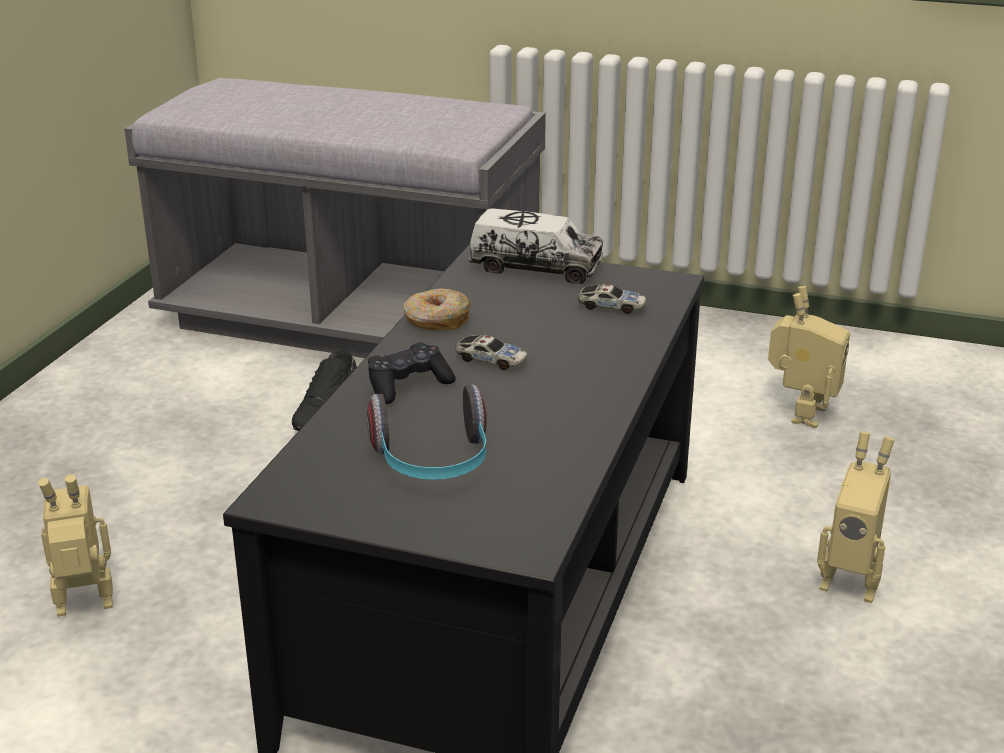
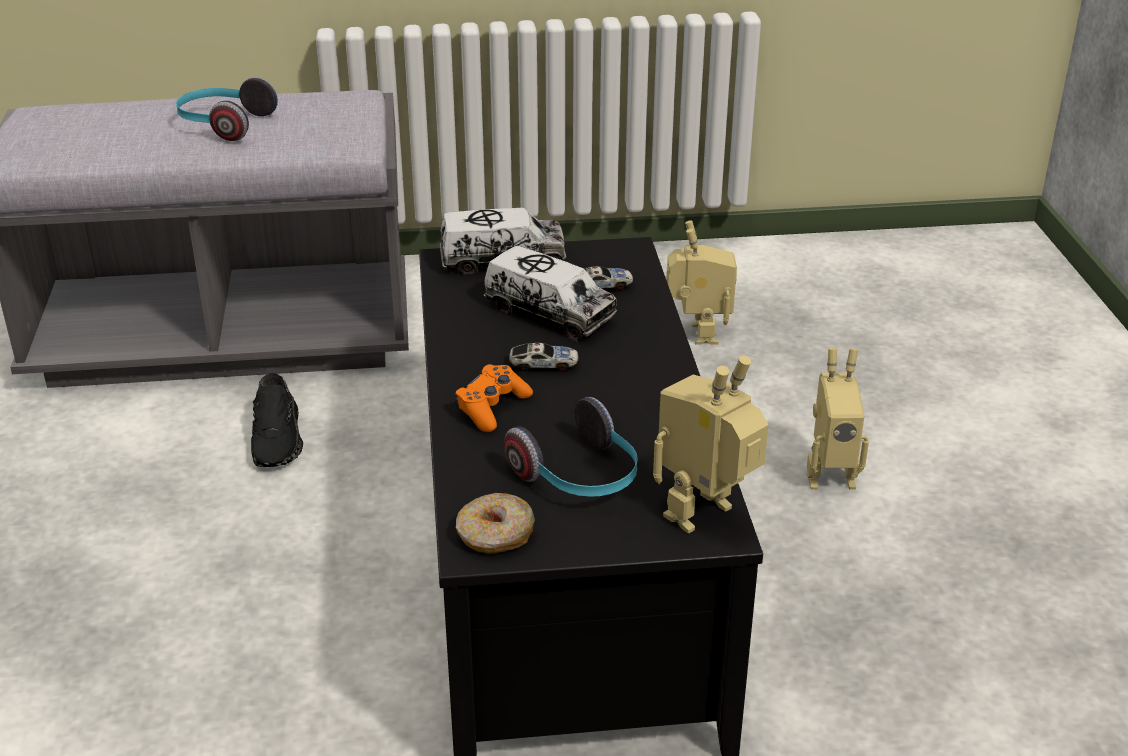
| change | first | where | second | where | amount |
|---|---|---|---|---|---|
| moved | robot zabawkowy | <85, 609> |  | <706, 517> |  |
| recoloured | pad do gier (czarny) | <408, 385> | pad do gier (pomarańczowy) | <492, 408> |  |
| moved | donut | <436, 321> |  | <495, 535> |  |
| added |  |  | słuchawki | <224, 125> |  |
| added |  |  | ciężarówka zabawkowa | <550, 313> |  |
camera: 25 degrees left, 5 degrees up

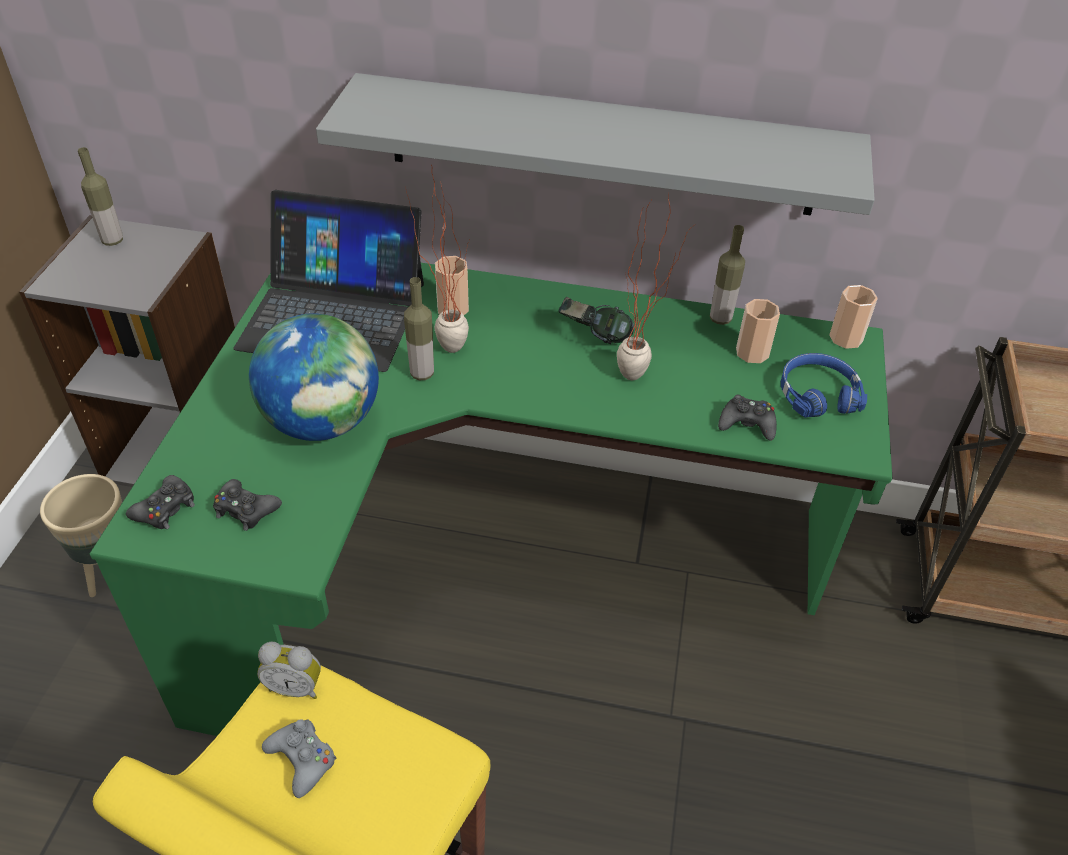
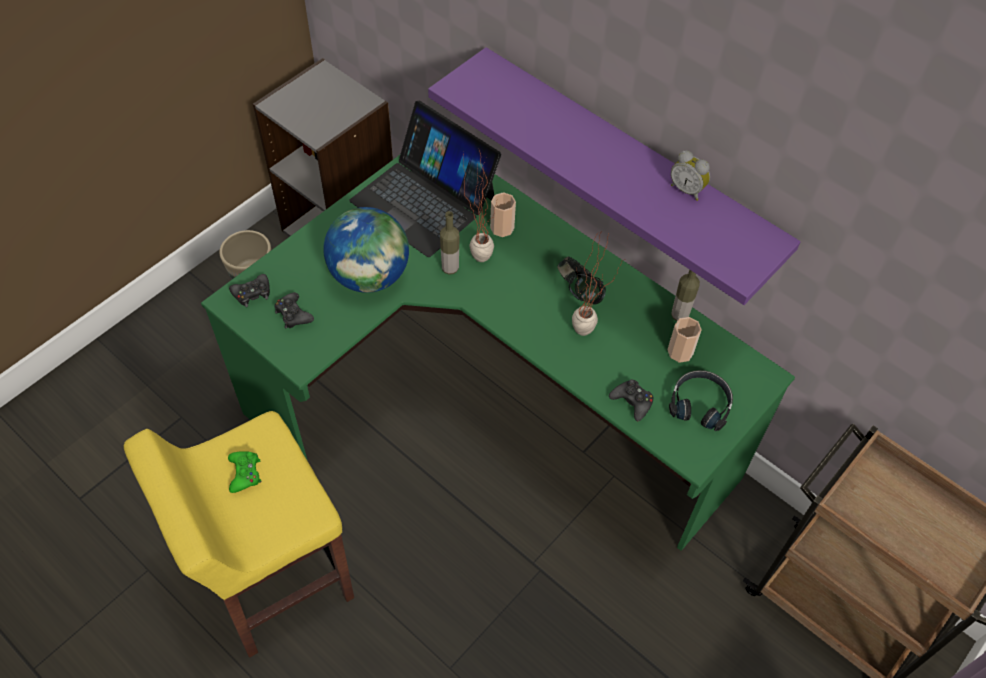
| change | first | where | second | where | amount |
|---|---|---|---|---|---|
| removed | butelka | <112, 241> |  |  |  |
| moved | budzik | <296, 686> |  | <687, 189> |  |
| recoloured | pad do gier (szary) | <302, 759> | pad do gier (zielony) | <245, 473> |  |
| recoloured | półka (szary) | <601, 145> | półka (fioletowy) | <627, 162> |  |
| recoloured | słuchawki (niebieski) | <817, 393> | słuchawki (czarny) | <700, 403> |  |
| removed | filiżanka | <846, 338> |  |  |  |
camera: 30 degrees right, 10 degrees up

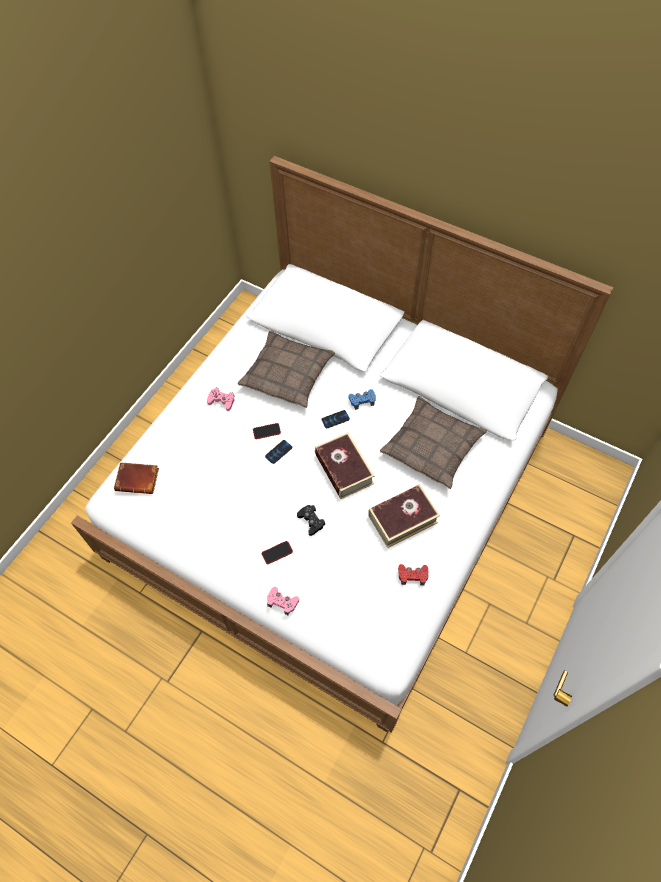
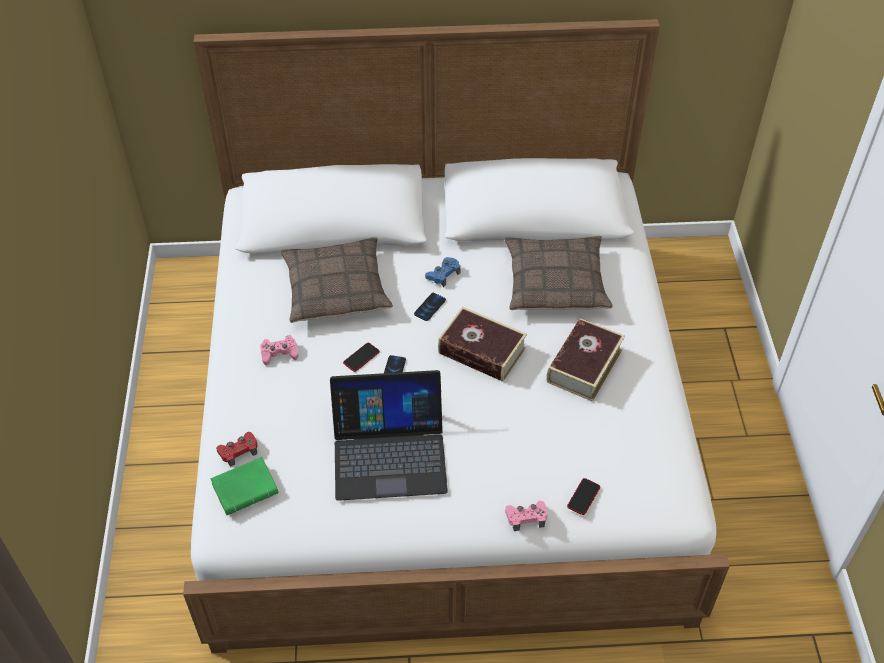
| change | first | where | second | where | amount |
|---|---|---|---|---|---|
| recoloured | książka (brązowy) | <139, 479> | książka (zielony) | <246, 487> |  |
| moved | telefon | <277, 552> |  | <583, 497> |  |
| removed | pad do gier (czarny) | <311, 521> |  |  |  |
| moved | pad do gier (czerwony) | <412, 575> |  | <238, 451> |  |
| added |  |  | laptop | <389, 453> |  |
camera: 35 degrees left, 10 degrees down

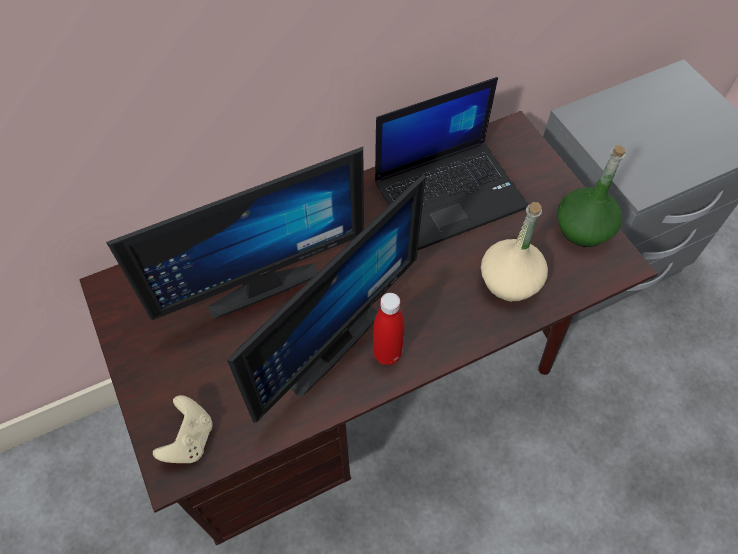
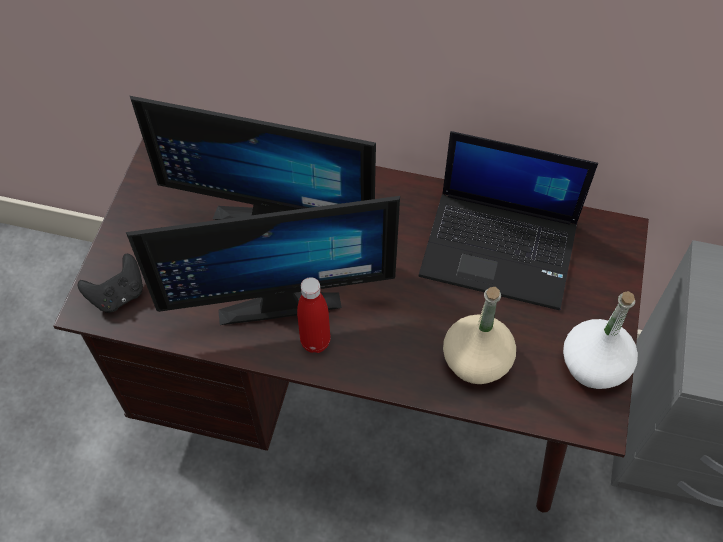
| change | first | where | second | where | amount |
|---|---|---|---|---|---|
| recoloured | pad do gier (beżowy) | <190, 439> | pad do gier (czarny) | <118, 295> |  |
| recoloured | butelka (zielony) | <583, 228> | butelka (biały) | <594, 364> |  |
camera: 40 degrees right, 0 degrees up

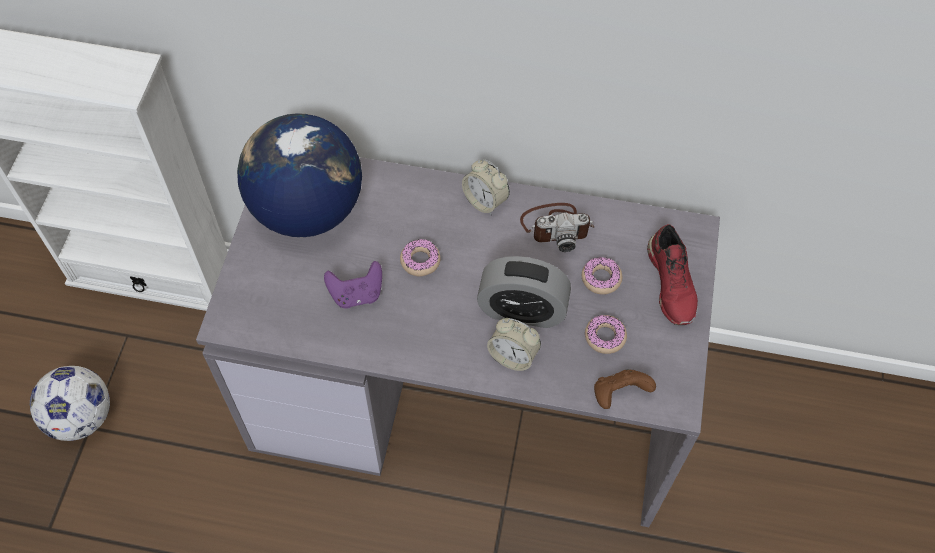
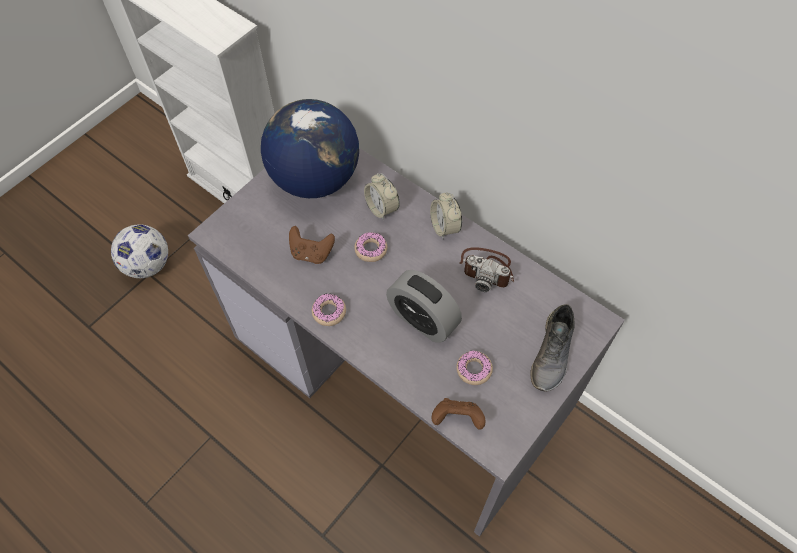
| change | first | where | second | where | amount |
|---|---|---|---|---|---|
| recoloured | pad do gier (fioletowy) | <356, 294> | pad do gier (brązowy) | <311, 253> |  |
| moved | budzik | <513, 356> |  | <382, 208> |  |
| moved | donut | <601, 278> |  | <329, 312> |  |
| recoloured | but (czerwony) | <672, 283> | but (szary) | <553, 354> |  |
camera: 30 degrees right, 0 degrees up

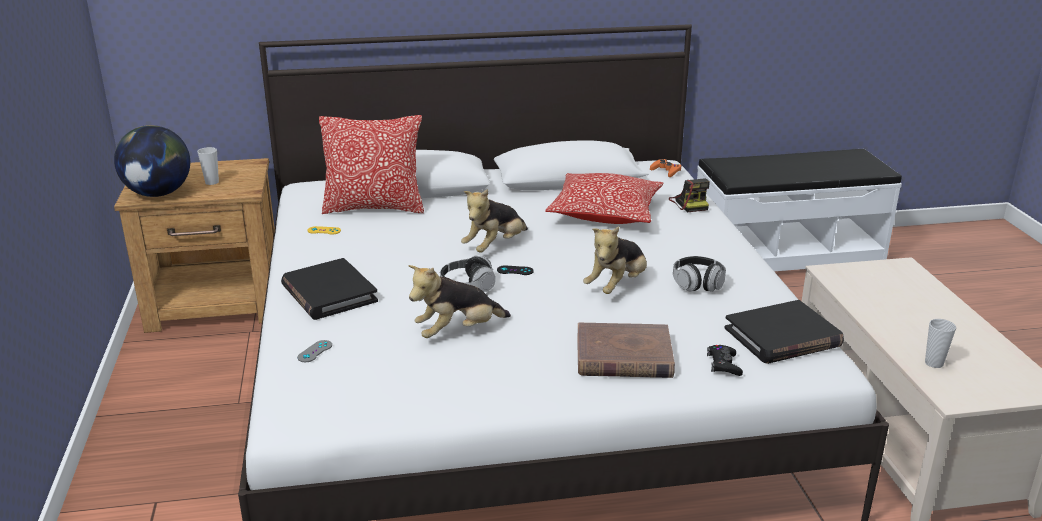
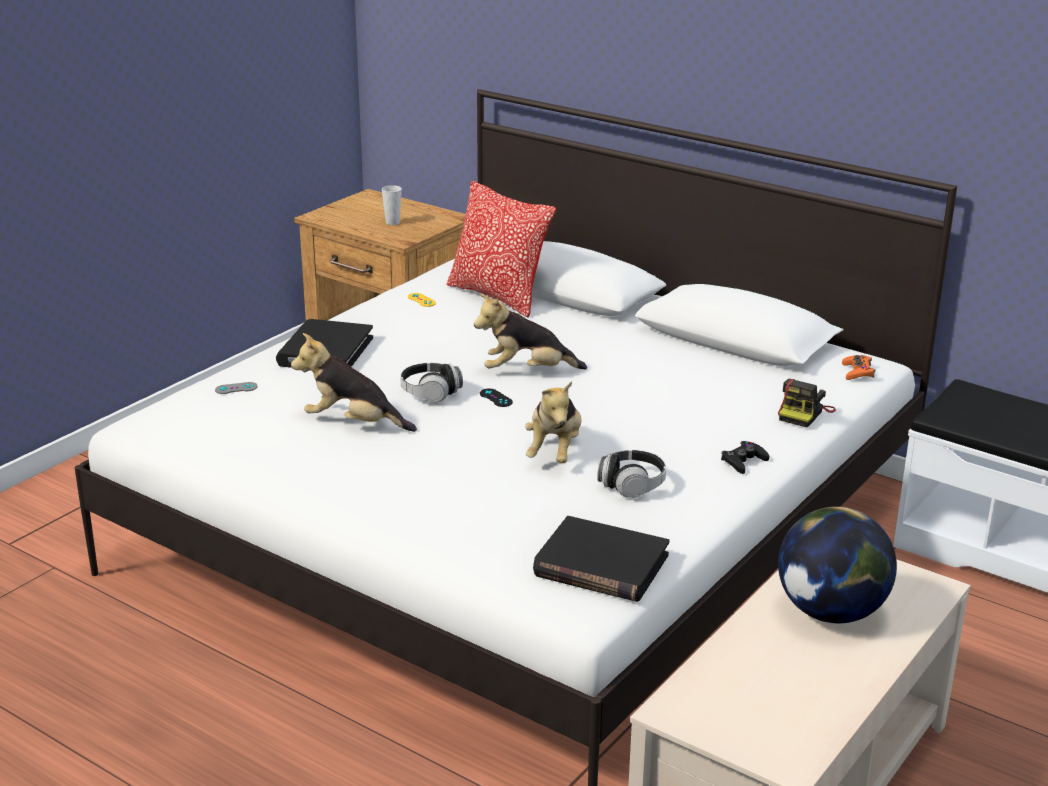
| change | first | where | second | where | amount |
|---|---|---|---|---|---|
| moved | globus | <158, 194> |  | <831, 612> |  |
| removed | poduszka | <605, 213> |  |  |  |
| removed | książka (brązowy) | <623, 356> |  |  |  |
| turned | pluszak | <617, 286> |  | <554, 451> | 75 degrees counterclockwise |
| moved | pad do gier (czarny) | <723, 365> |  | <743, 461> |  |
| removed | filiżanka | <934, 363> |  |  |  |
camera: 45 degrees right, 0 degrees up

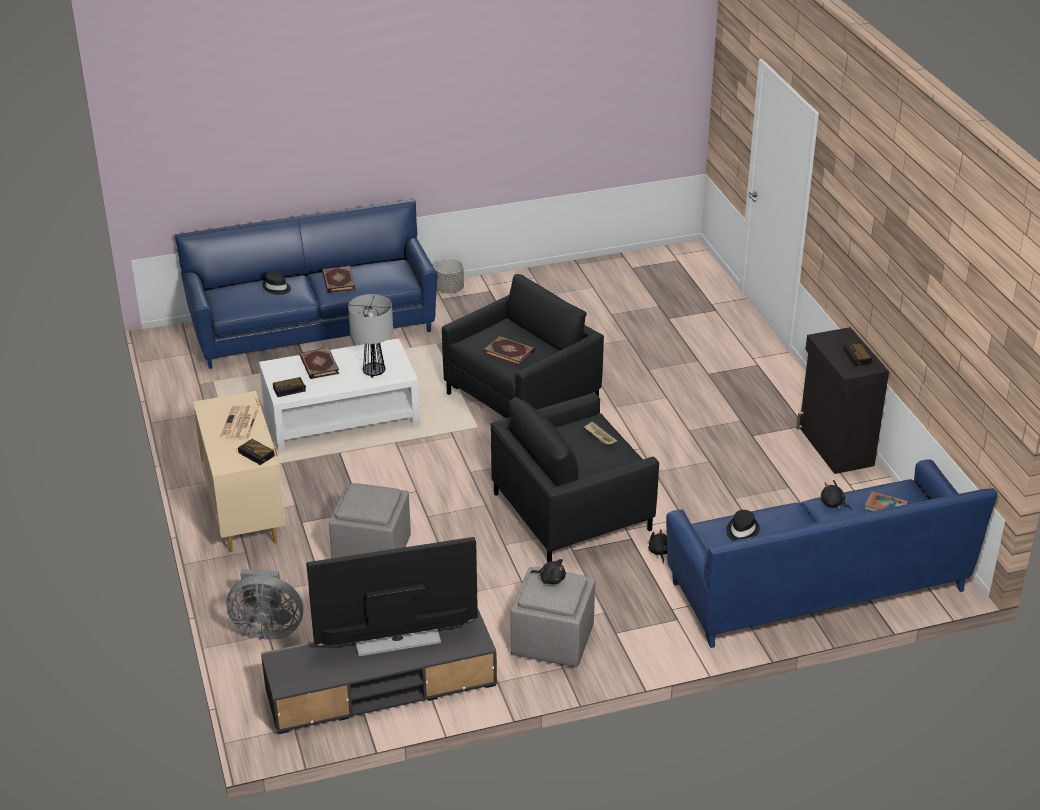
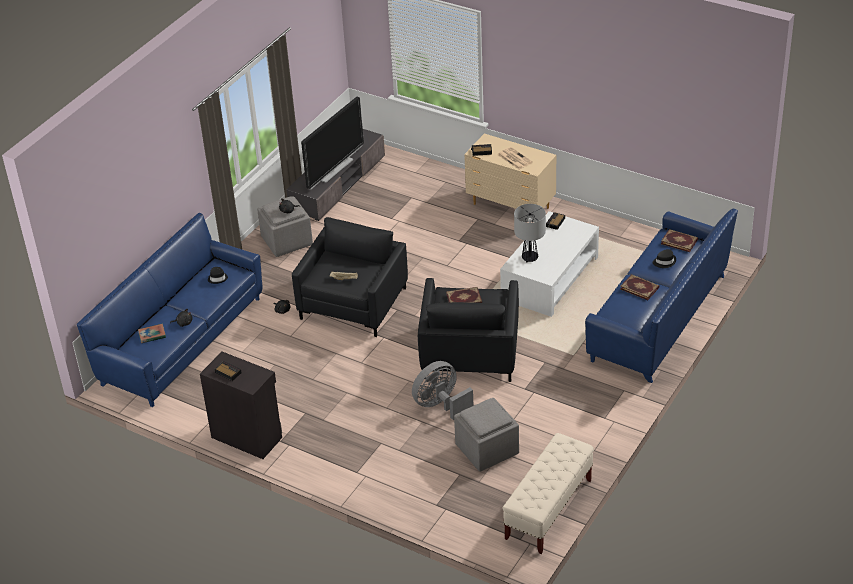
| change | first | where | second | where | amount |
|---|---|---|---|---|---|
| moved | wentylator (szary) | <267, 628> |  | <440, 405> |  |
| moved | książka | <318, 365> |  | <679, 241> |  |
| moved | pufa (szary) | <371, 552> |  | <487, 449> |  |
| removed | donica (szary) | <449, 289> |  |  |  |
| added |  |  | ławka (beżowy) | <548, 510> |  |
camera: 140 degrees right, 5 degrees up

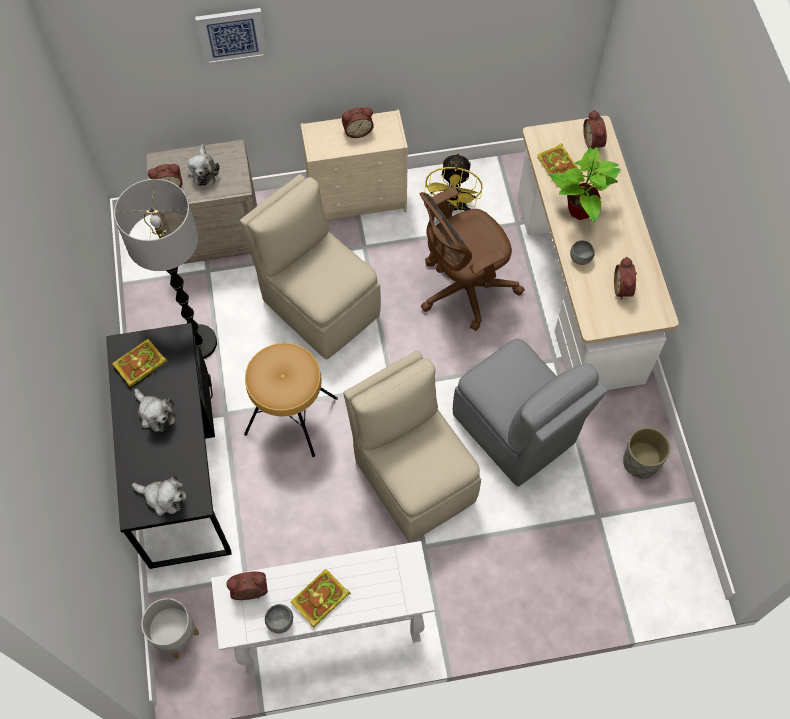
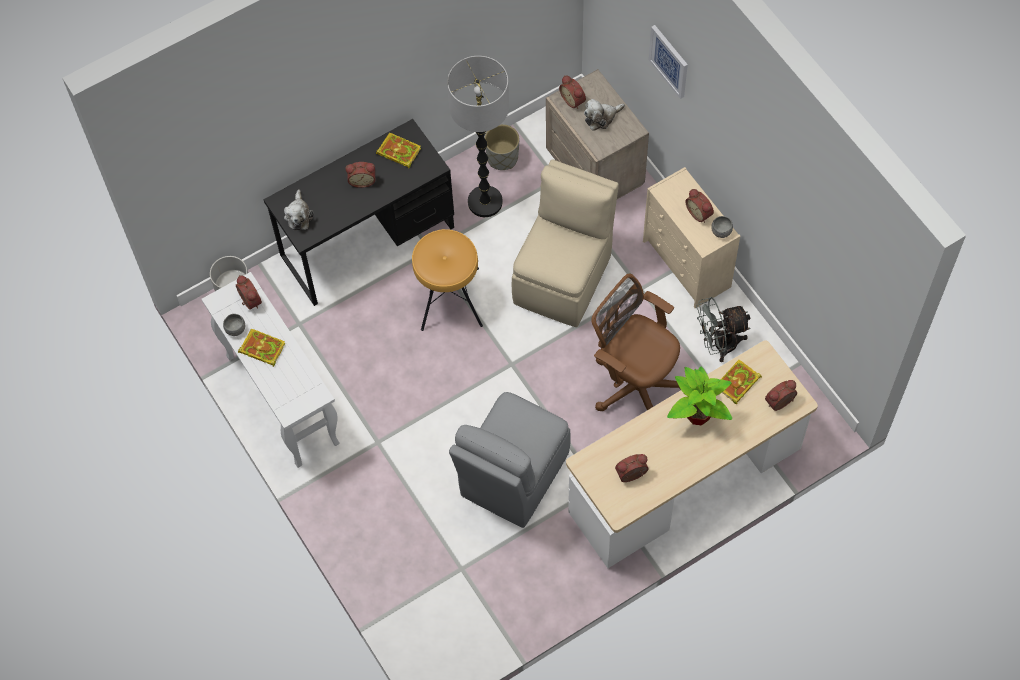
| change | first | where | second | where | amount |
|---|---|---|---|---|---|
| replaced | pluszak | <155, 414> | budzik | <362, 180> |  |
| removed | krzesło (beżowy) | <413, 477> |  |  |  |
| recoloured | wentylator (żółty) | <452, 208> | wentylator (szary) | <718, 344> |  |
| moved | miska (szary) | <580, 258> |  | <721, 232> |  |
| moved | donica (szary) | <641, 462> |  | <502, 158> |  |
camera: 70 degrees right, 0 degrees up

